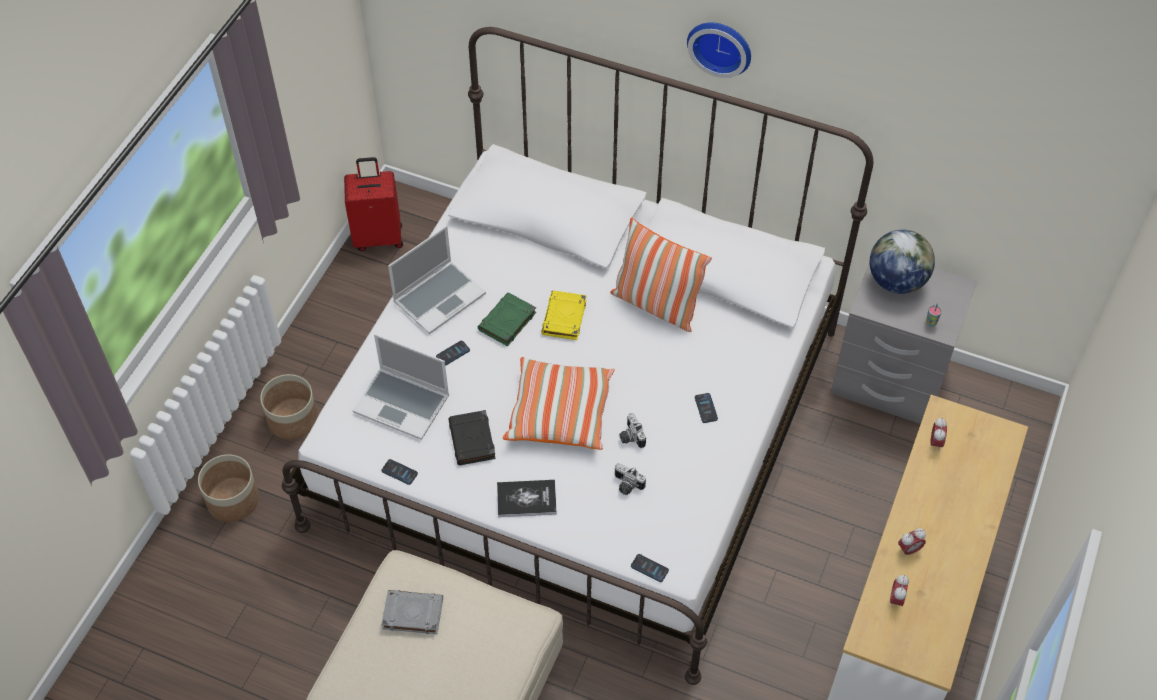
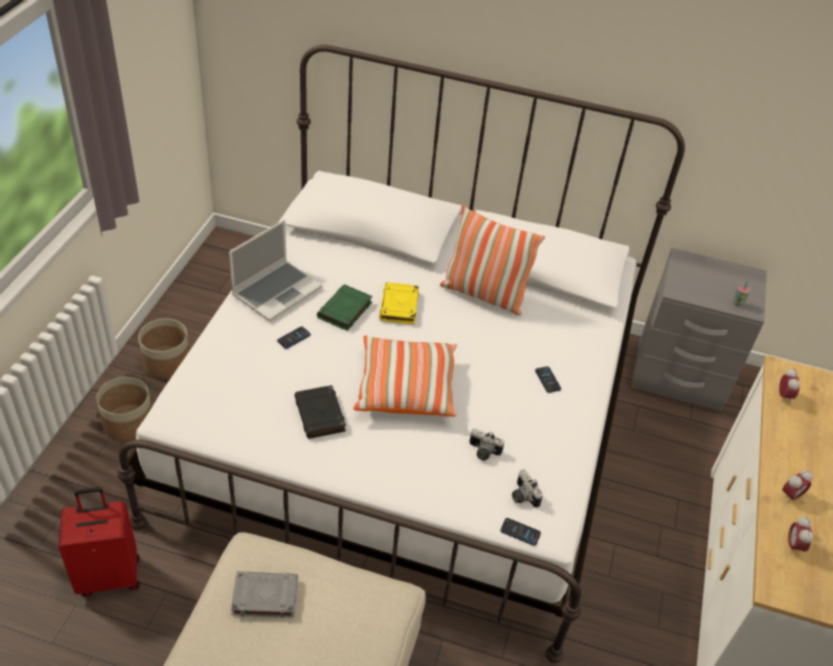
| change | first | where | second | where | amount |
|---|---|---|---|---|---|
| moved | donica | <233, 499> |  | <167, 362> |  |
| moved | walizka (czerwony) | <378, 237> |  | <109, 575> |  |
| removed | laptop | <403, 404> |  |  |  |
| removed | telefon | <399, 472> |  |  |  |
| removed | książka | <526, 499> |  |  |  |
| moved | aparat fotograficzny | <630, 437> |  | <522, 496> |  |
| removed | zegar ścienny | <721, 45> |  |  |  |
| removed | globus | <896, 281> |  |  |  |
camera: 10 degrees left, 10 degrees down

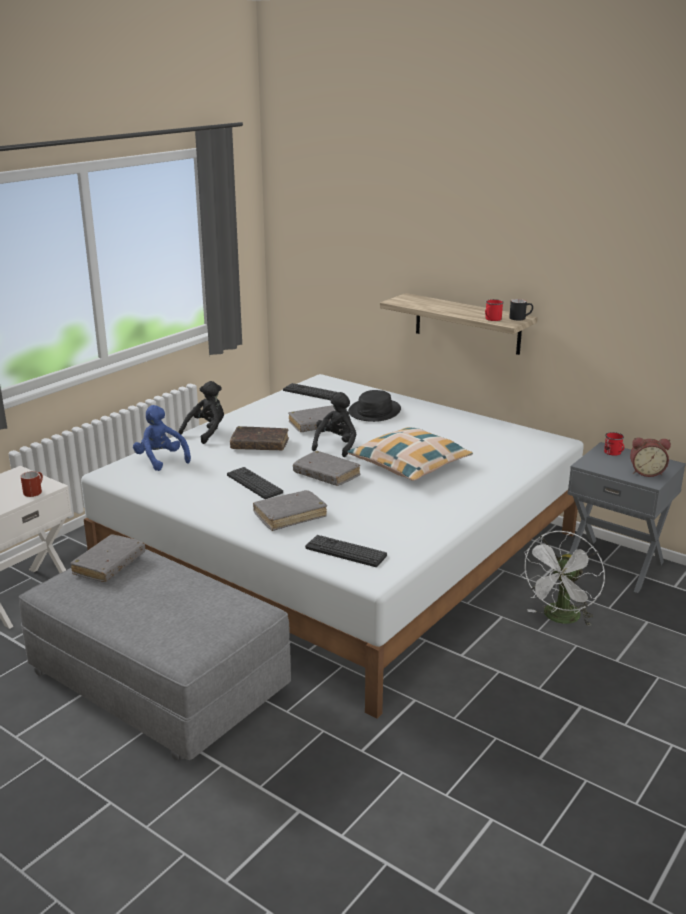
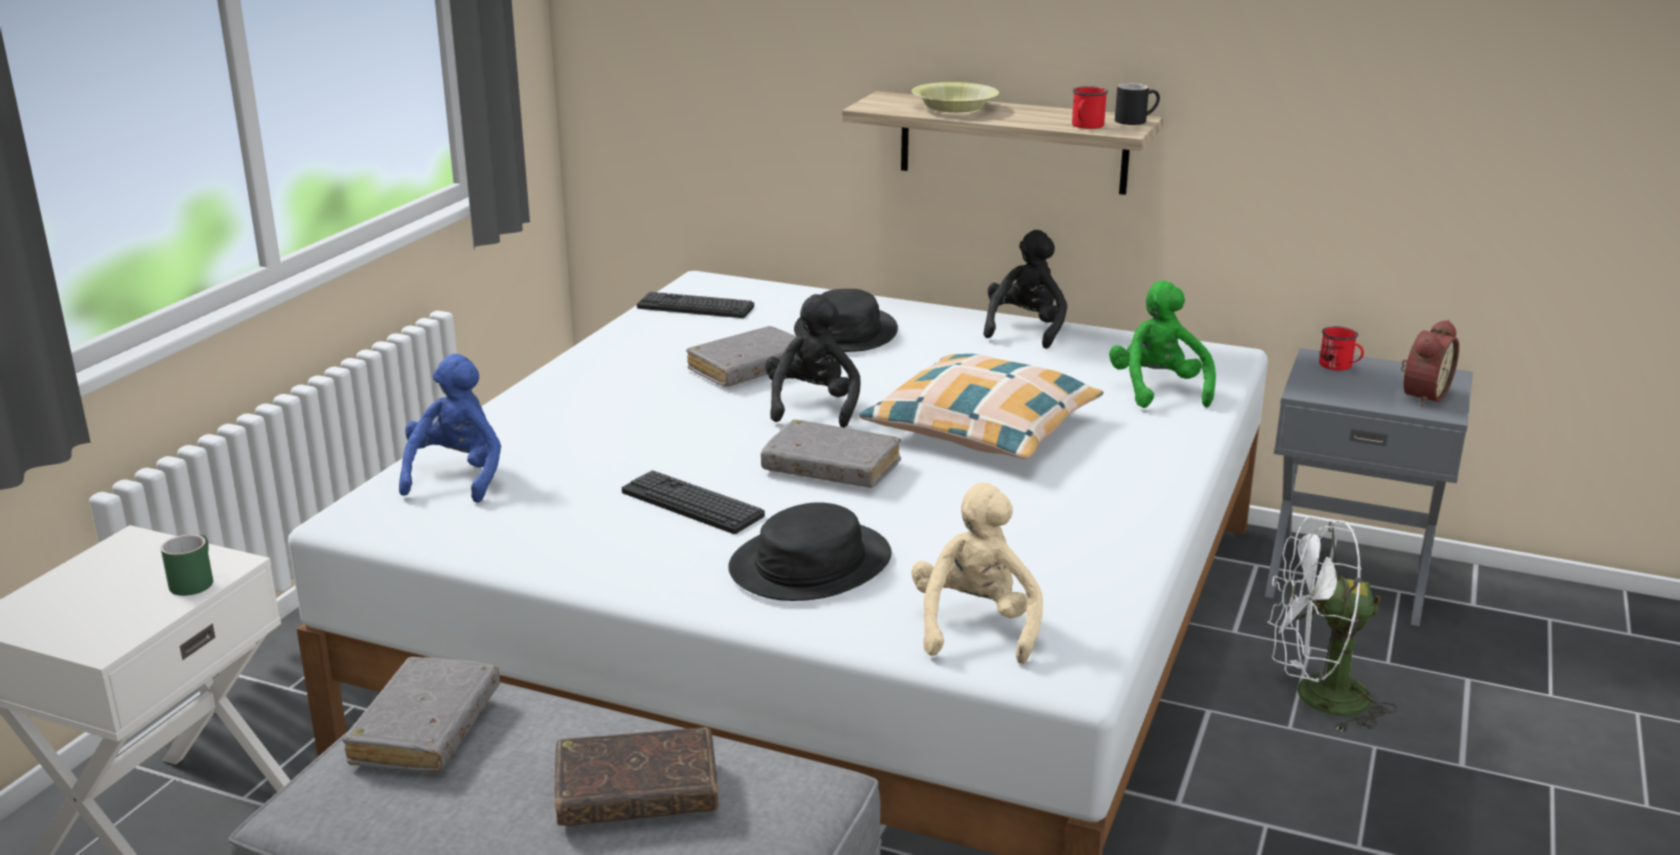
| change | first | where | second | where | amount |
|---|---|---|---|---|---|
| recoloured | kubek (czerwony) | <34, 491> | kubek (zielony) | <194, 580> |  |
| turned | pluszak (niebieski) | <161, 460> |  | <457, 476> | 60 degrees clockwise |
| moved | pluszak (czarny) | <206, 432> |  | <1025, 329> |  |
| moved | książka (brązowy) | <259, 445> |  | <637, 793> |  |
| replaced | książka (szary) | <290, 516> | kapelusz (czarny) | <810, 564> |  |
| replaced | klawiatura | <345, 552> | pluszak (beżowy) | <975, 626> |  |
| turned | wentylator (biały) | <560, 619> |  | <1316, 698> | 75 degrees clockwise |
| turned | budzik | <646, 472> |  | <1421, 395> | 45 degrees counterclockwise |
| added |  |  | miska (żółty) | <955, 108> |  |
| added |  |  | pluszak (zielony) | <1158, 390> |  |
camera: 15 degrees left, 0 degrees up

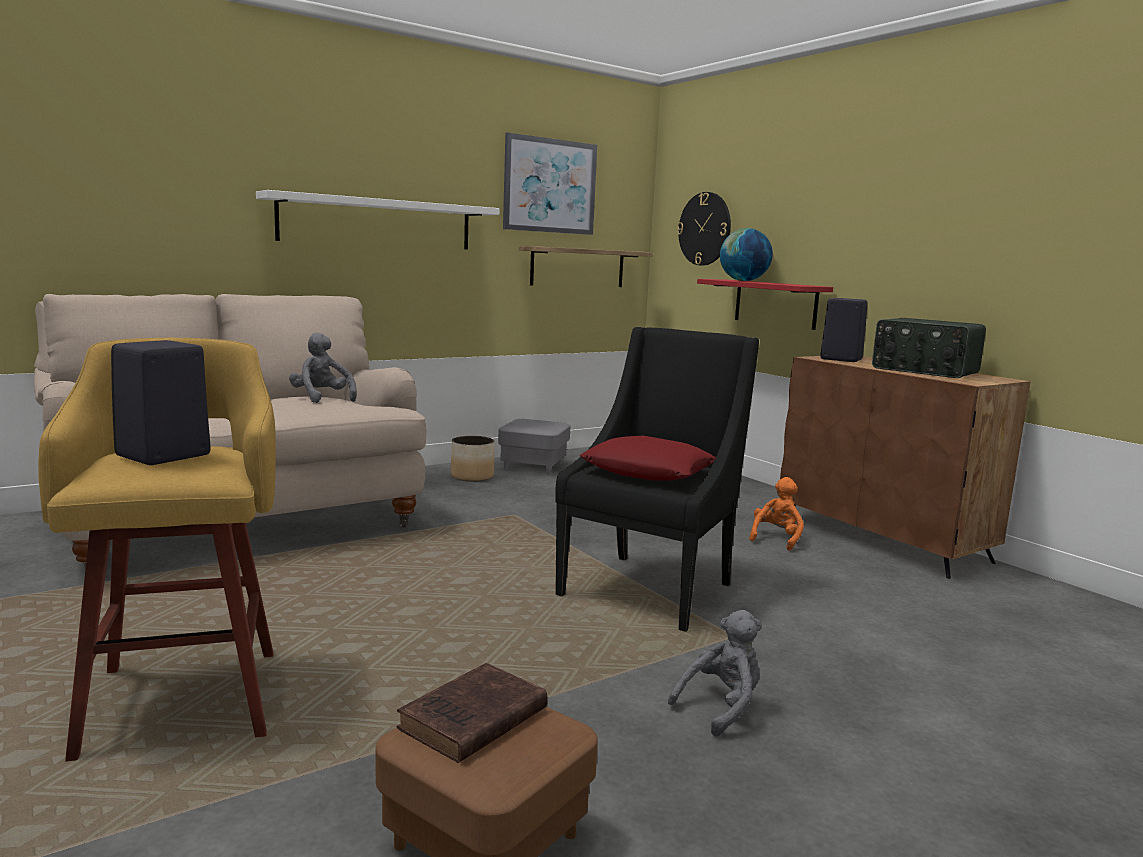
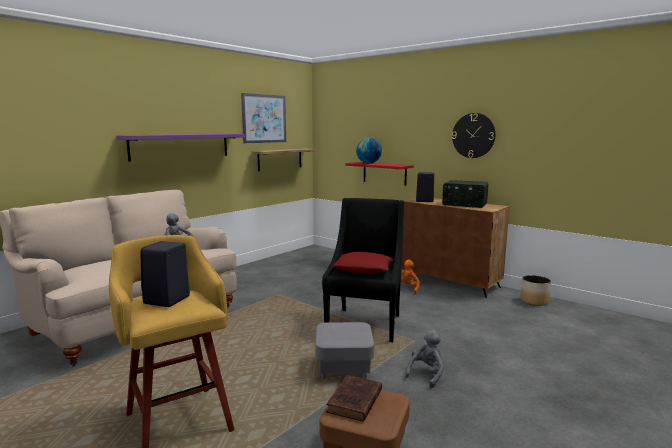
| change | first | where | second | where | amount |
|---|---|---|---|---|---|
| recoloured | półka (biały) | <377, 223> | półka (fioletowy) | <181, 146> |  |
| moved | donica | <472, 476> |  | <534, 301> |  |
| moved | pufa (szary) | <533, 466> |  | <344, 368> |  |
| moved | zegar ścienny | <704, 229> |  | <473, 135> |  |
camera: 15 degrees left, 0 degrees up

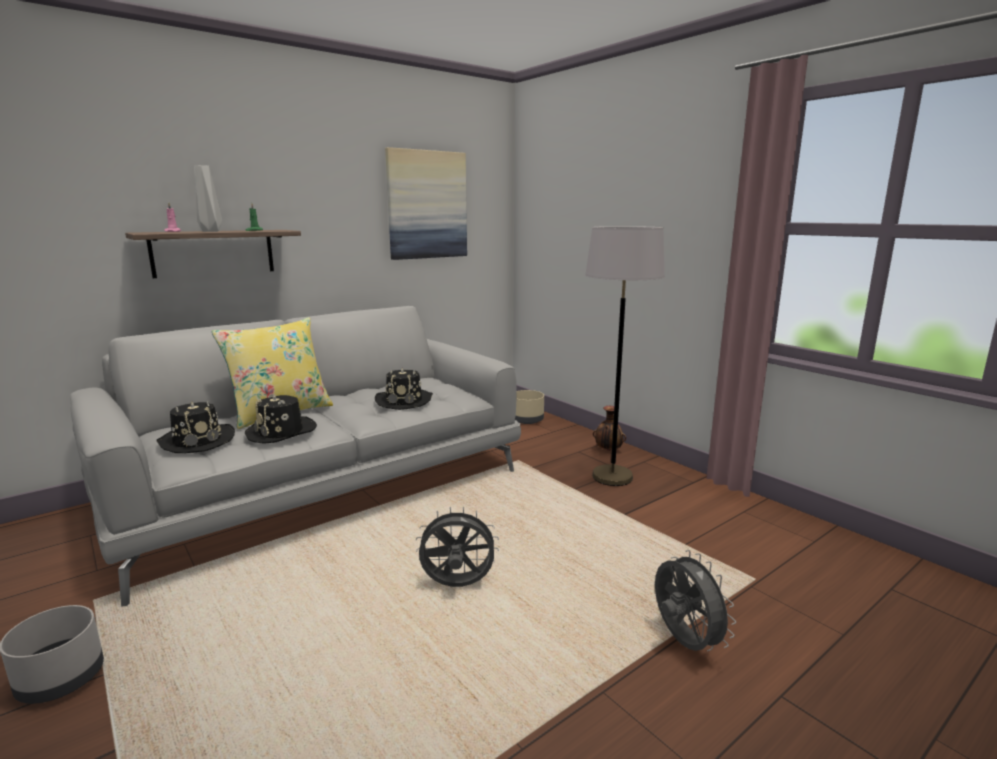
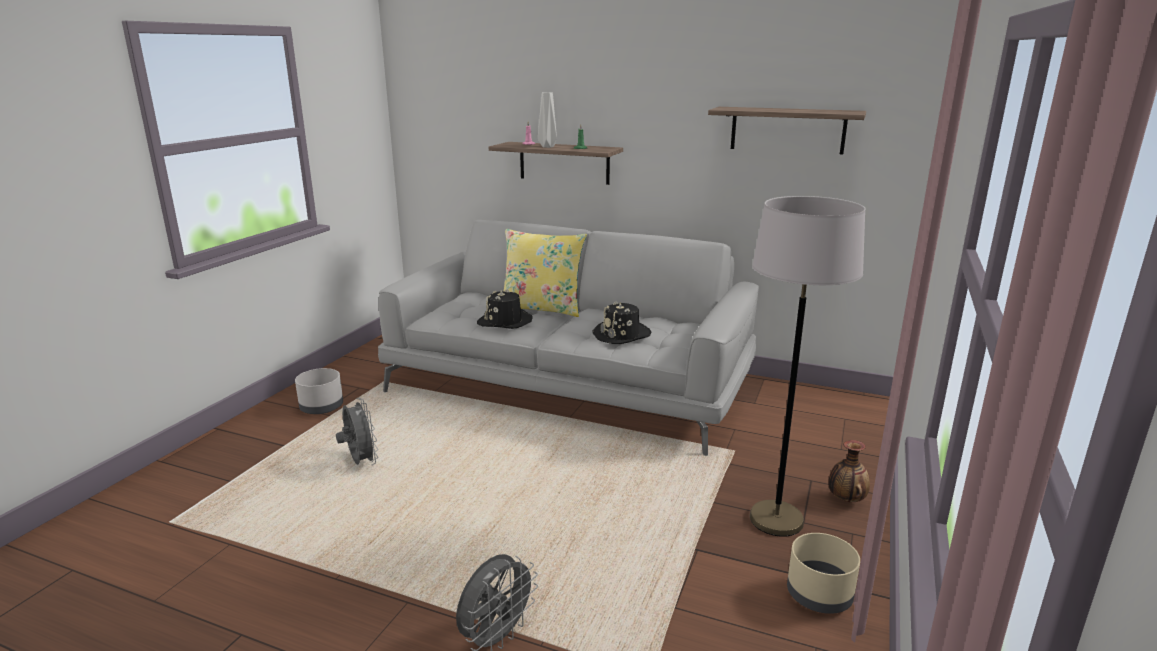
| change | first | where | second | where | amount |
|---|---|---|---|---|---|
| removed | kapelusz (czarny) | <197, 440> |  |  |  |
| replaced | obraz | <427, 205> | półka | <787, 130> |  |
| moved | wentylator (szary) | <457, 586> |  | <360, 462> |  |
| moved | donica (beżowy) | <527, 420> |  | <818, 595> |  |
camera: 60 degrees right, 5 degrees up

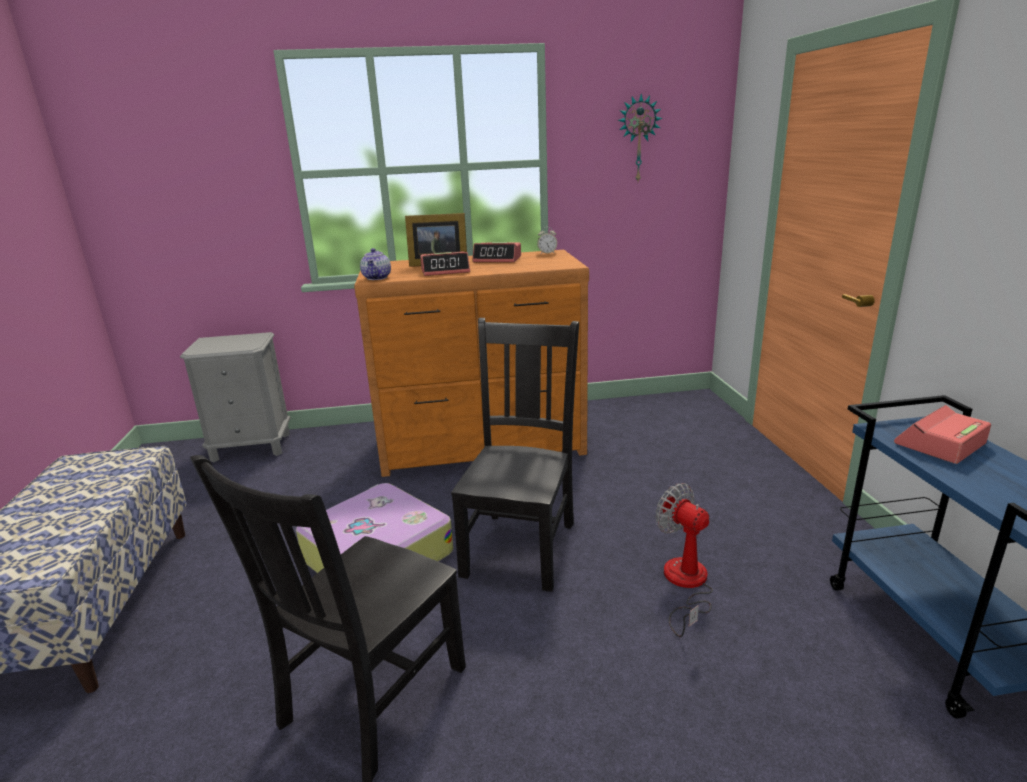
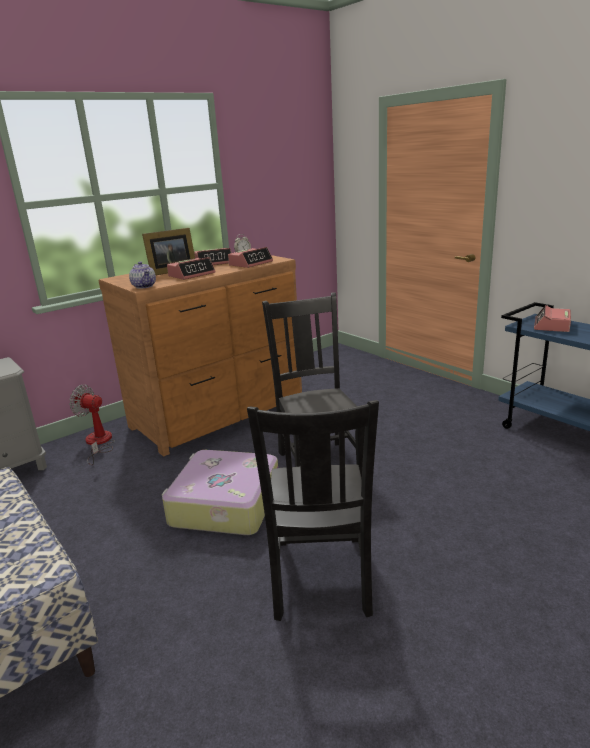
| change | first | where | second | where | amount |
|---|---|---|---|---|---|
| removed | zegar ścienny | <638, 139> |  |  |  |
| moved | wentylator | <685, 584> |  | <98, 443> |  |
| added |  |  | budzik | <251, 263> |  |
camera: 30 degrees left, 0 degrees up

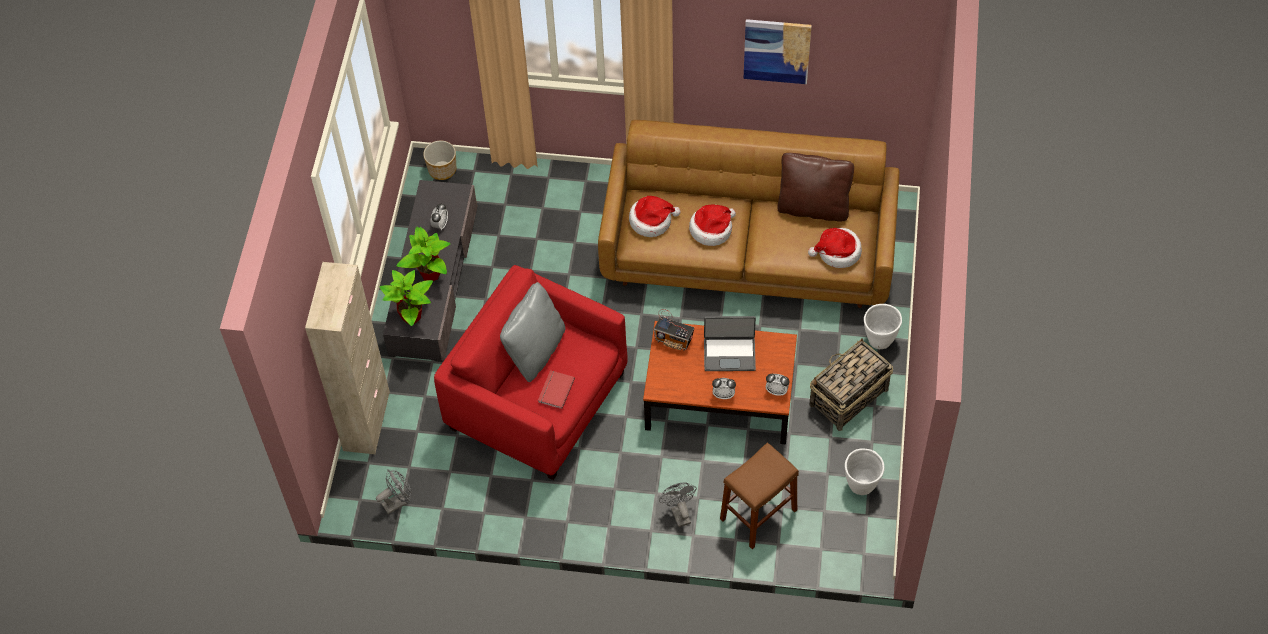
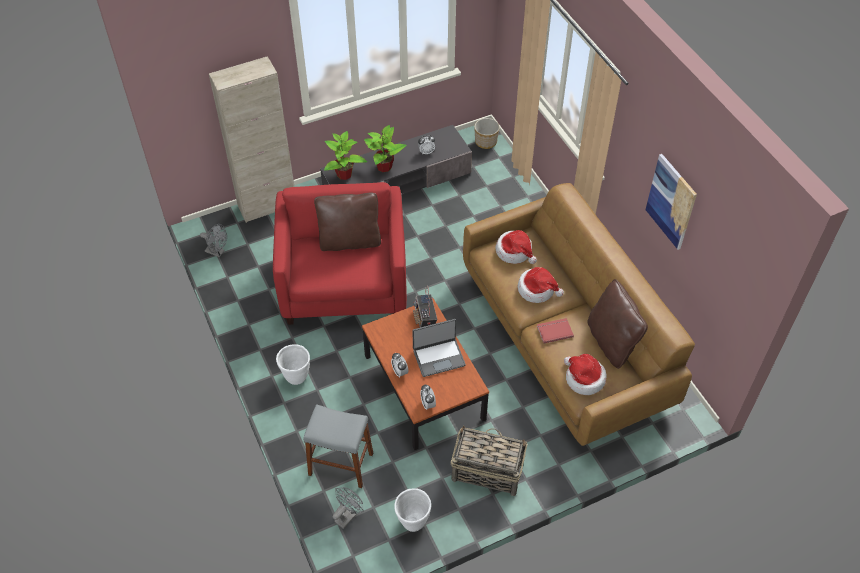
| change | first | where | second | where | amount |
|---|---|---|---|---|---|
| recoloured | poduszka (szary) | <535, 351> | poduszka (brązowy) | <350, 241> |  |
| moved | książka (czerwony) | <555, 390> |  | <554, 331> |  |
| moved | wentylator (szary) | <679, 512> |  | <348, 515> |  |
| turned | laptop | <729, 353> |  | <439, 357> | 75 degrees counterclockwise |
| recoloured | stołek (brązowy) | <758, 514> | stołek (szary) | <341, 464> |  |
| moved | donica (biały) | <879, 340> |  | <296, 376> |  |
camera: 55 degrees right, 5 degrees down

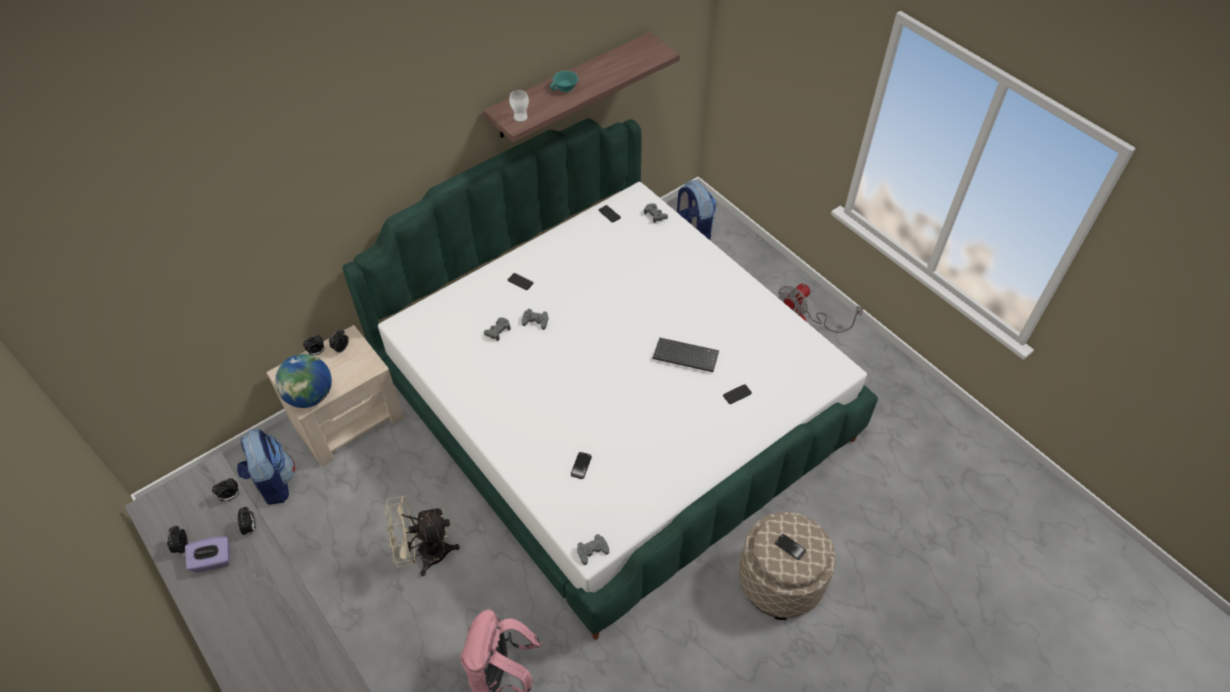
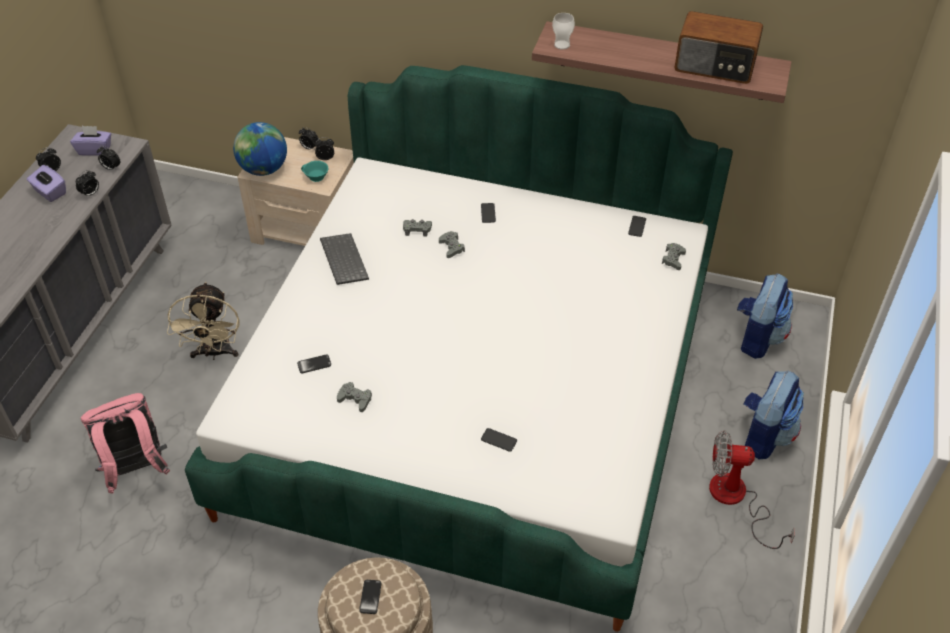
| change | first | where | second | where | amount |
|---|---|---|---|---|---|
| moved | plecak | <273, 482> |  | <764, 435> |  |
| turned | wentylator (beżowy) | <424, 554> |  | <214, 353> | 135 degrees counterclockwise |
| moved | filiżanka (turkusowy) | <565, 88> |  | <315, 177> |  |
| moved | pad do gier (szary) | <592, 551> |  | <355, 399> |  |
| moved | klawiatura | <684, 356> |  | <342, 260> |  |
| added |  |  | pudełko chusteczek (fioletowy) | <95, 150> |  |
| added |  |  | radio | <715, 66> |  |
camera: 55 degrees right, 5 degrees down

